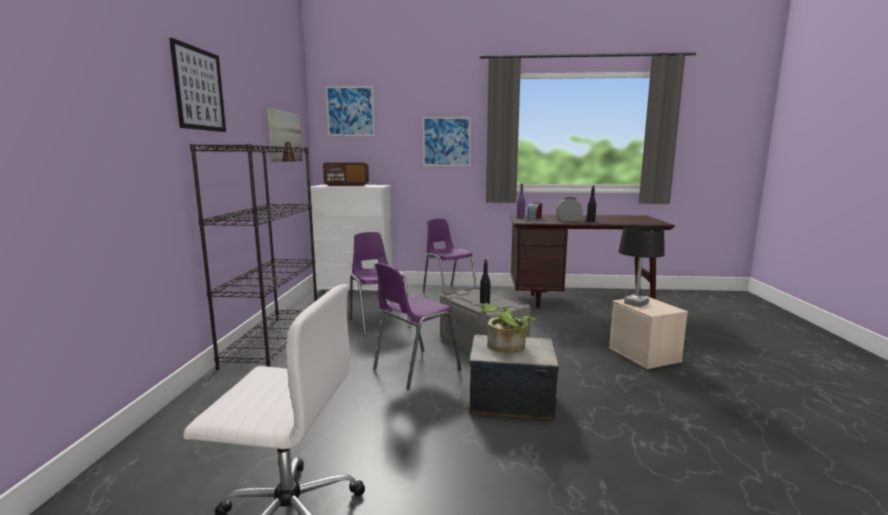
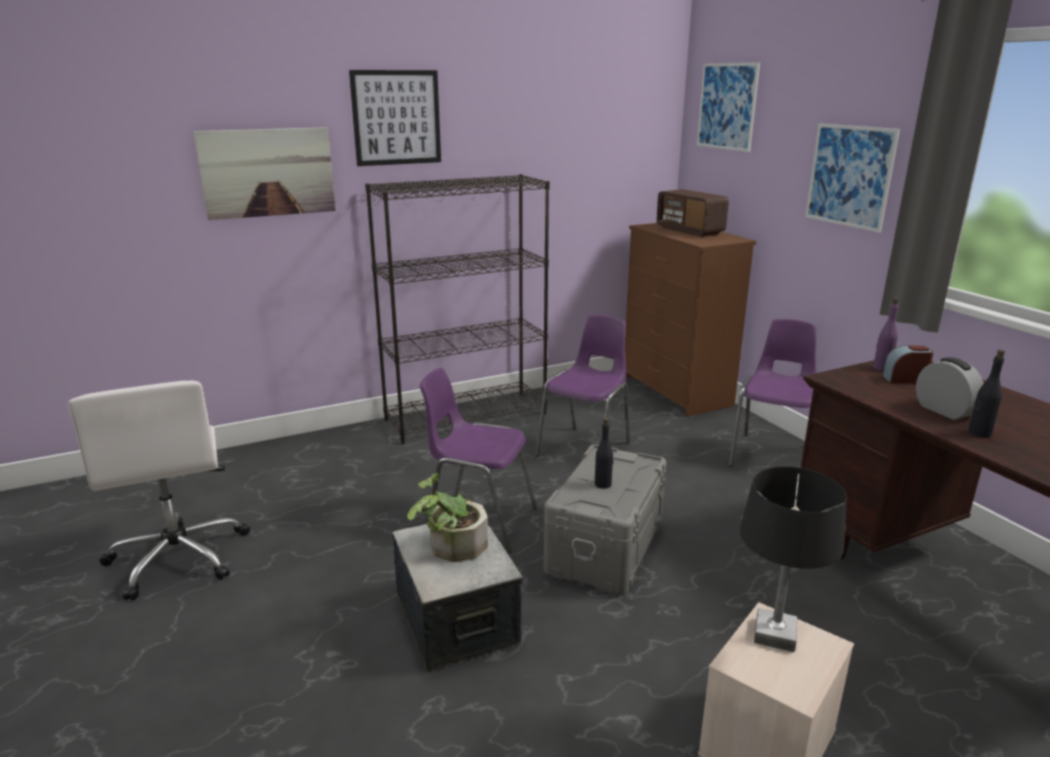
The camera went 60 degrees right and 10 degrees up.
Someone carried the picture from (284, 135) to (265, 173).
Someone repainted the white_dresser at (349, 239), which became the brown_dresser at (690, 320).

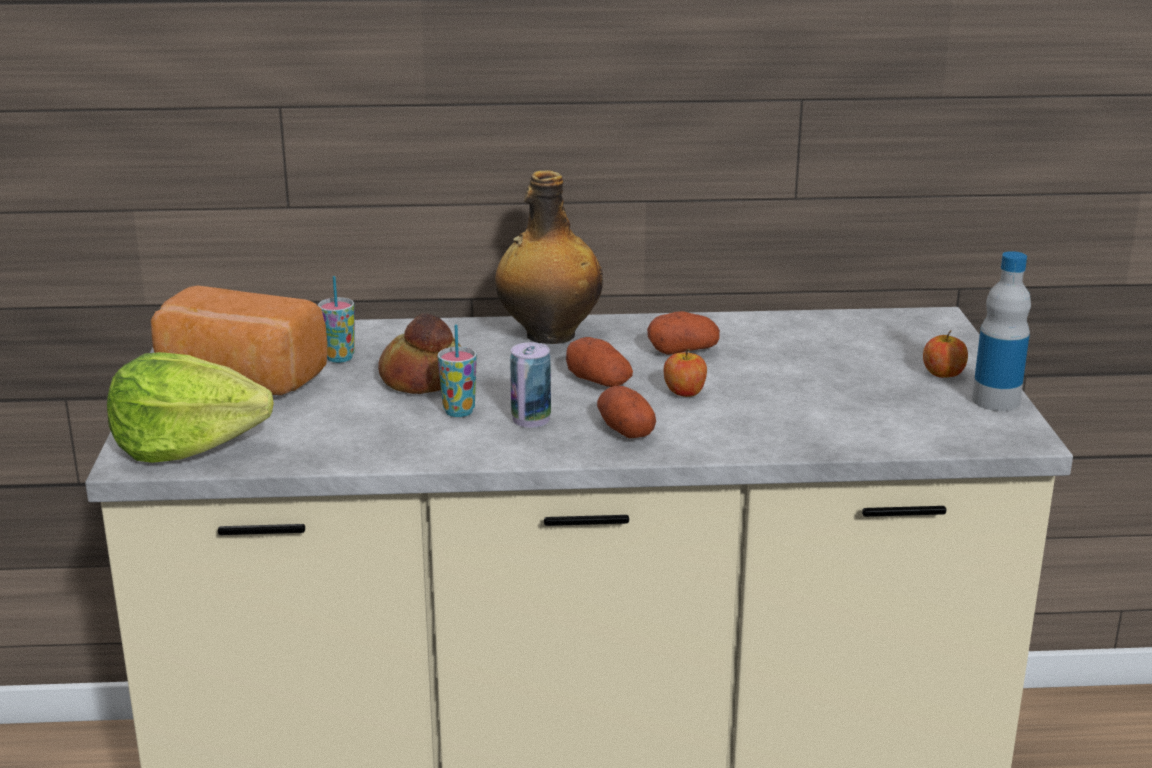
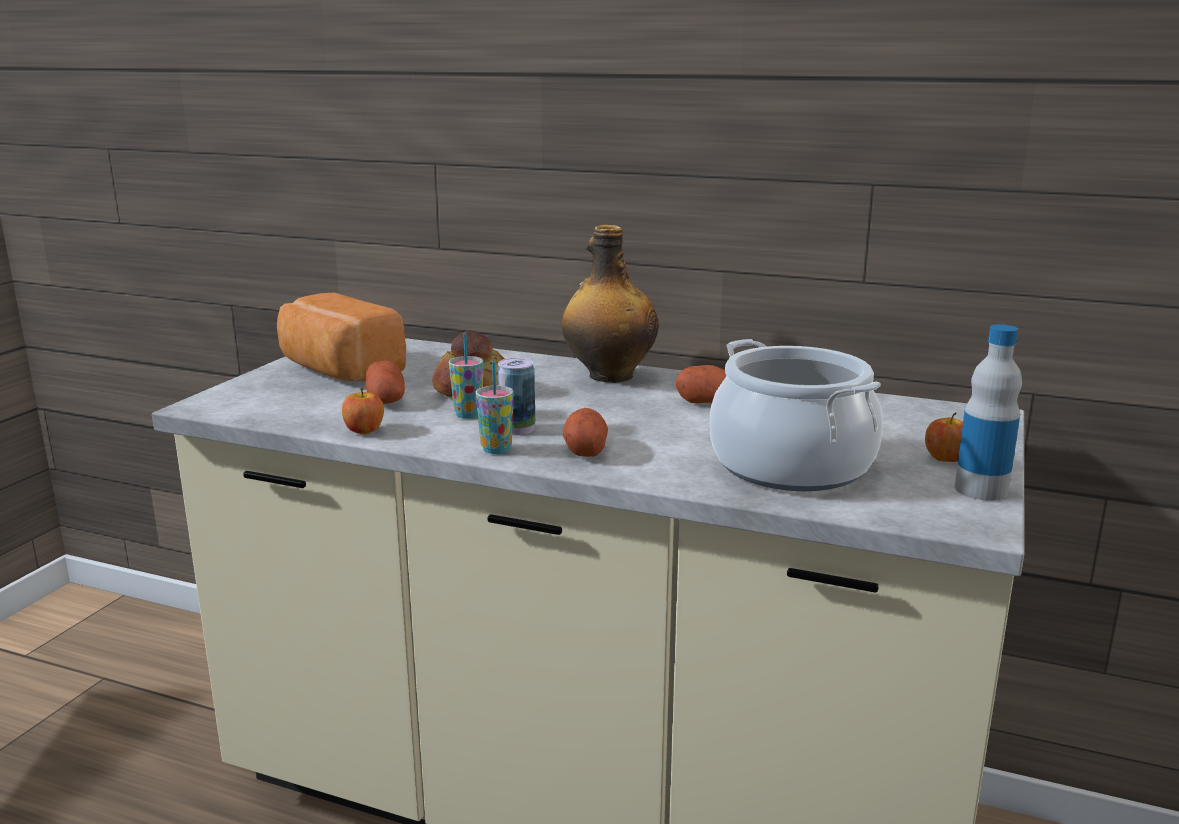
The camera went 25 degrees right and 5 degrees down.
Someone took away the lettuce at (190, 407).
Someone put down the cooking_pot at (796, 415).
Someone carried the cup from (336, 319) to (495, 408).
Someone carried the potato from (599, 362) to (385, 382).
Someone carried the apple from (685, 373) to (363, 411).

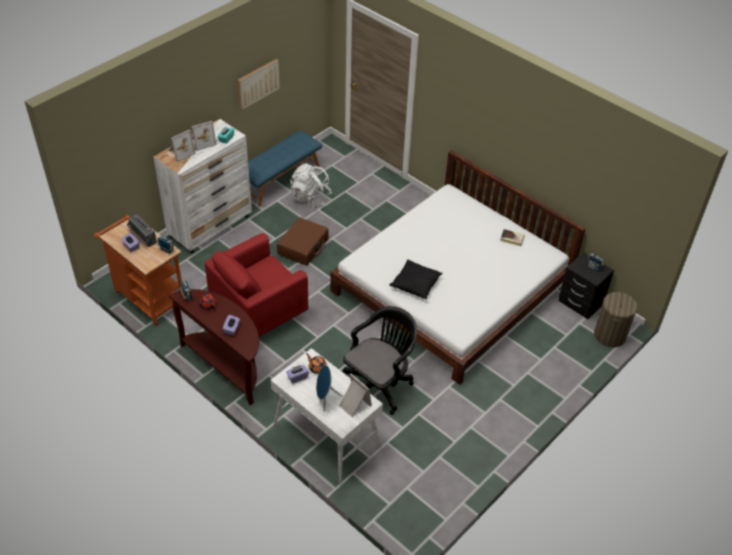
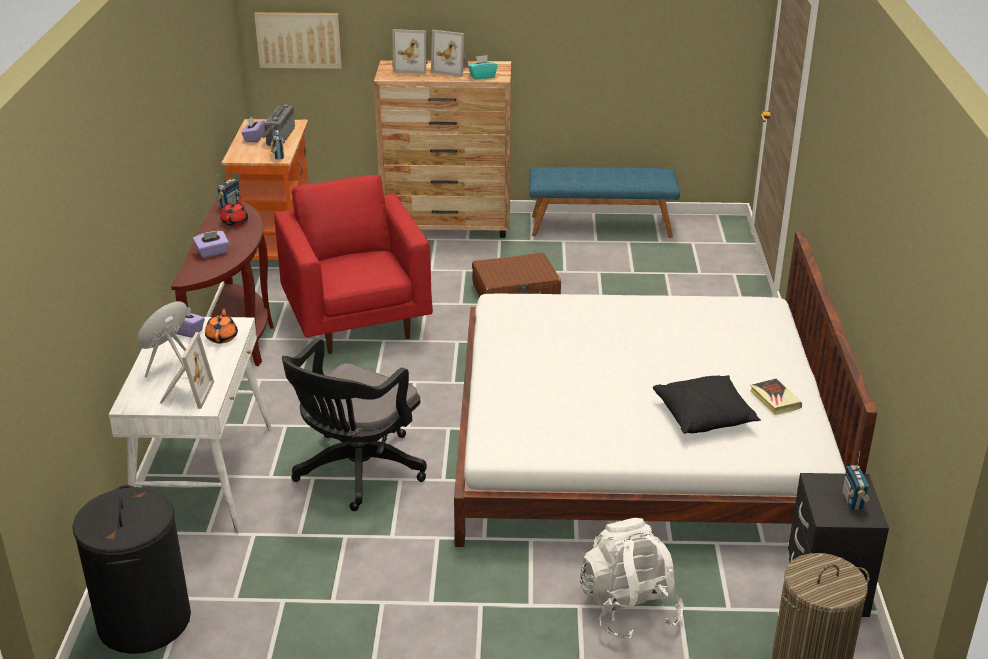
The camera went 50 degrees right and 15 degrees down.
Someone put down the black_laundry_basket at (131, 569).
Someone carried the picture from (258, 84) to (298, 40).
Someone carried the white_backpack from (311, 185) to (632, 579).
Someone carried the black_pillow from (416, 279) to (707, 404).
Someone repainted the white_dresser at (202, 186), which became the brown_dresser at (442, 149).
Someone rotated the red_armchair at (256, 285) by 60 degrees clockwise.
Someone rotated the black_office_chair at (380, 360) by 120 degrees clockwise.

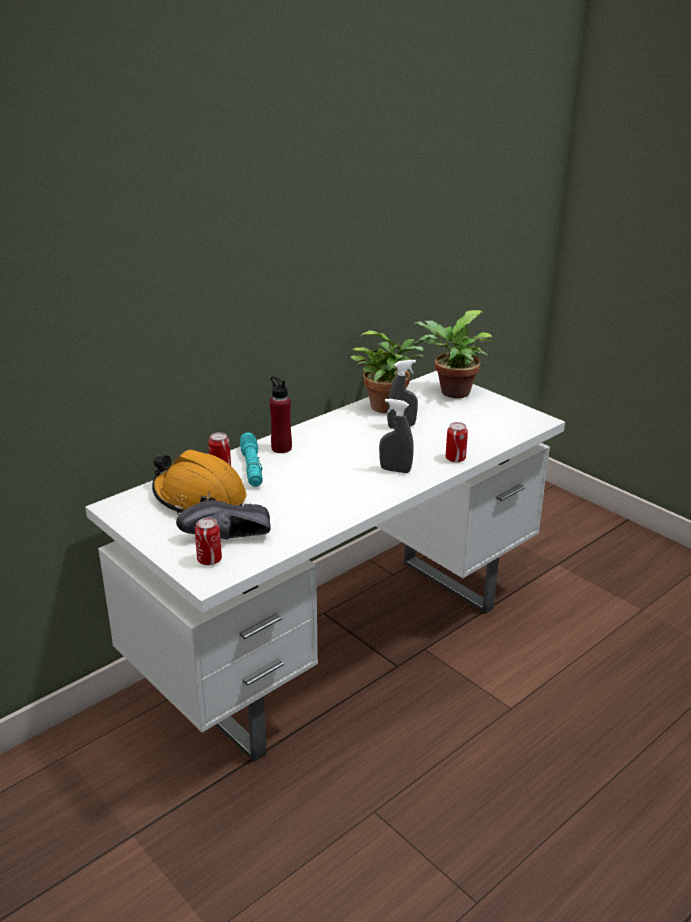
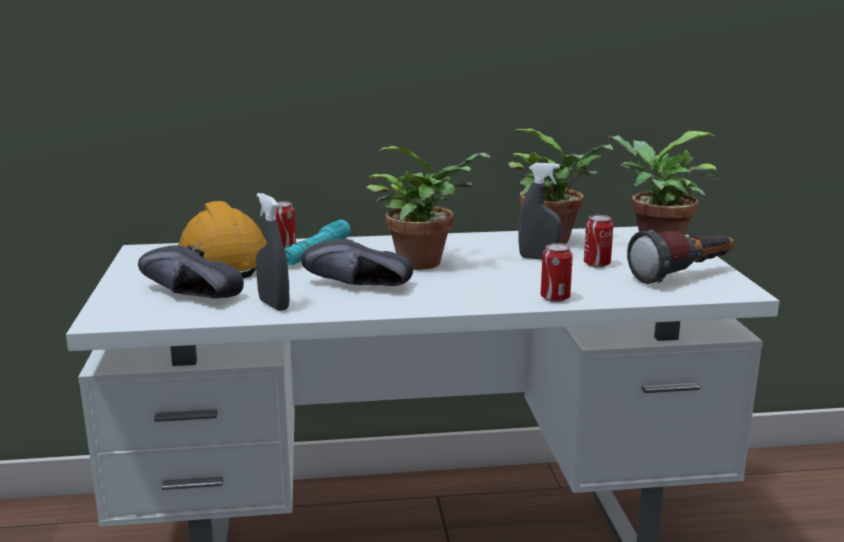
The camera went 35 degrees right and 10 degrees down.
Someone took away the red_bottle at (281, 414).
Someone put down the black_shoe at (357, 262).
Someone put down the potted_plant at (428, 208).
Someone put down the flashlight at (680, 257).
Someone carried the can from (208, 541) to (598, 241).
Someone carried the grey_spray_bottle from (396, 436) to (273, 252).

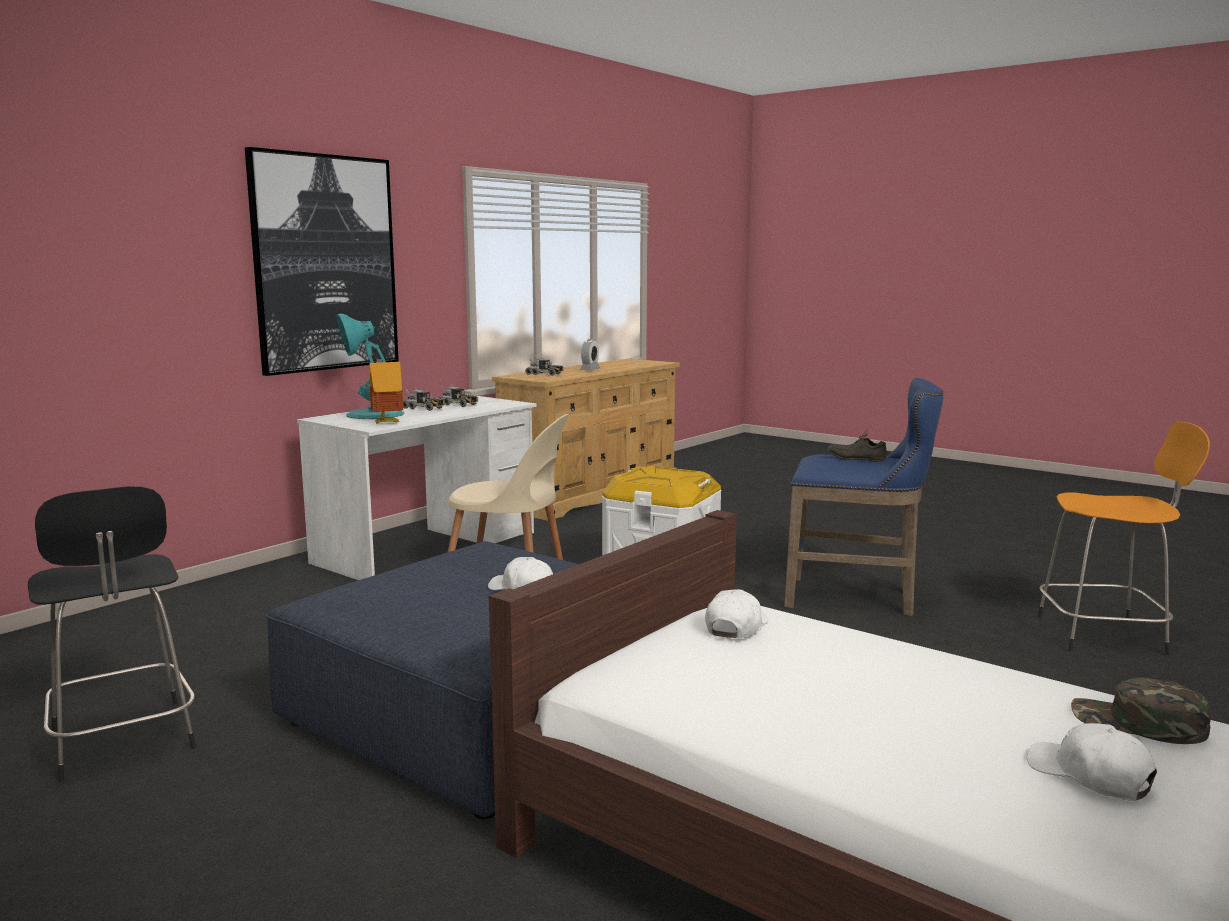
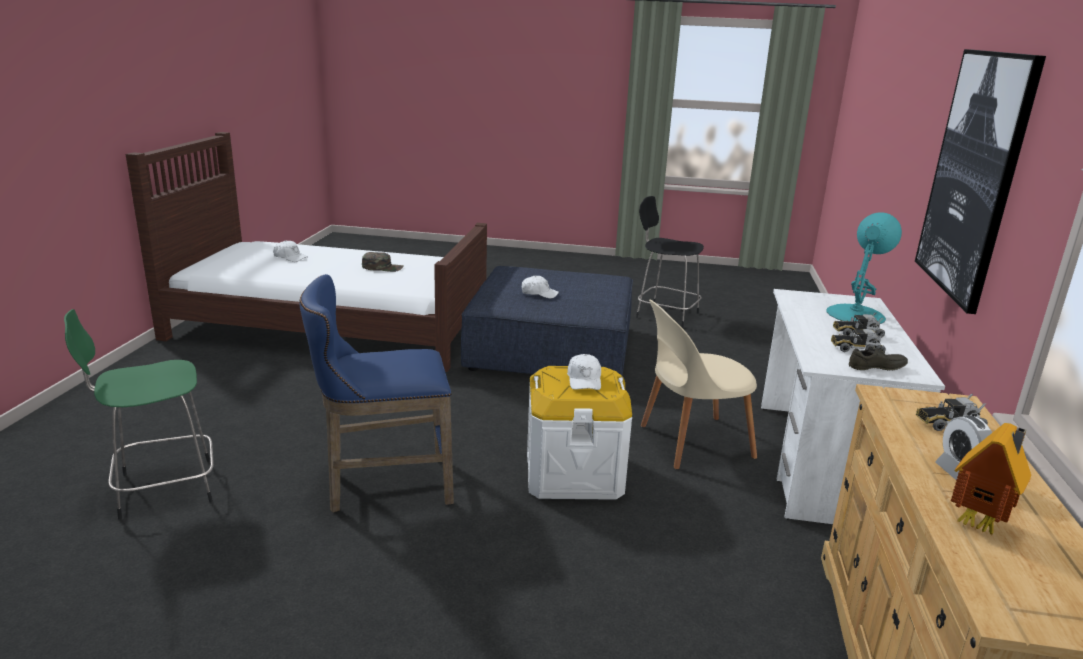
The camera went 150 degrees right and 10 degrees up.
Someone carried the toy_house from (386, 392) to (991, 479).
Someone carried the white_cap from (737, 613) to (584, 372).
Someone carried the grey_shoe from (857, 446) to (878, 359).
Someone carried the green_cap from (1141, 711) to (383, 262).
Someone repainted the orange_stool at (1123, 538), which became the green_stool at (139, 414).

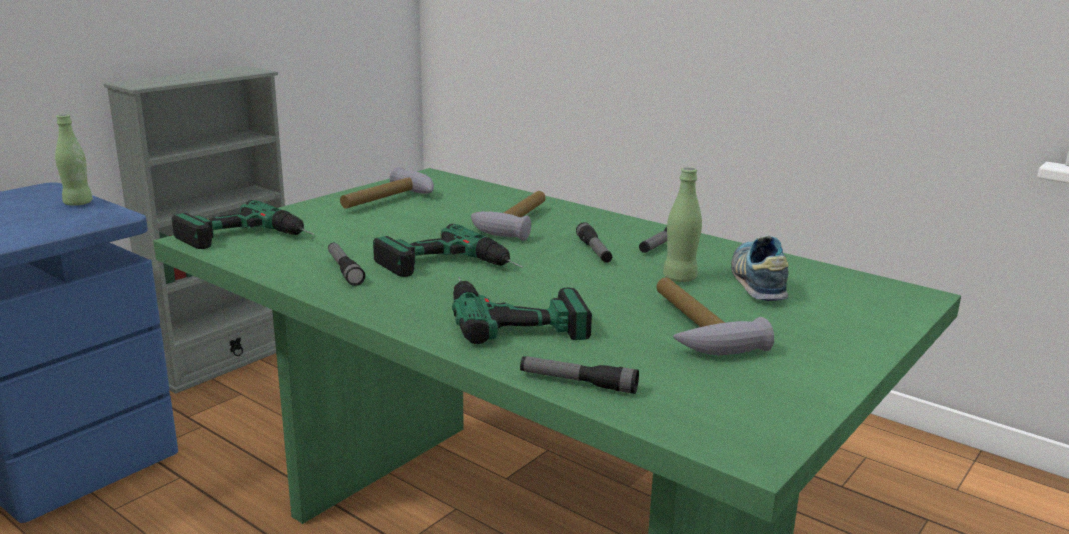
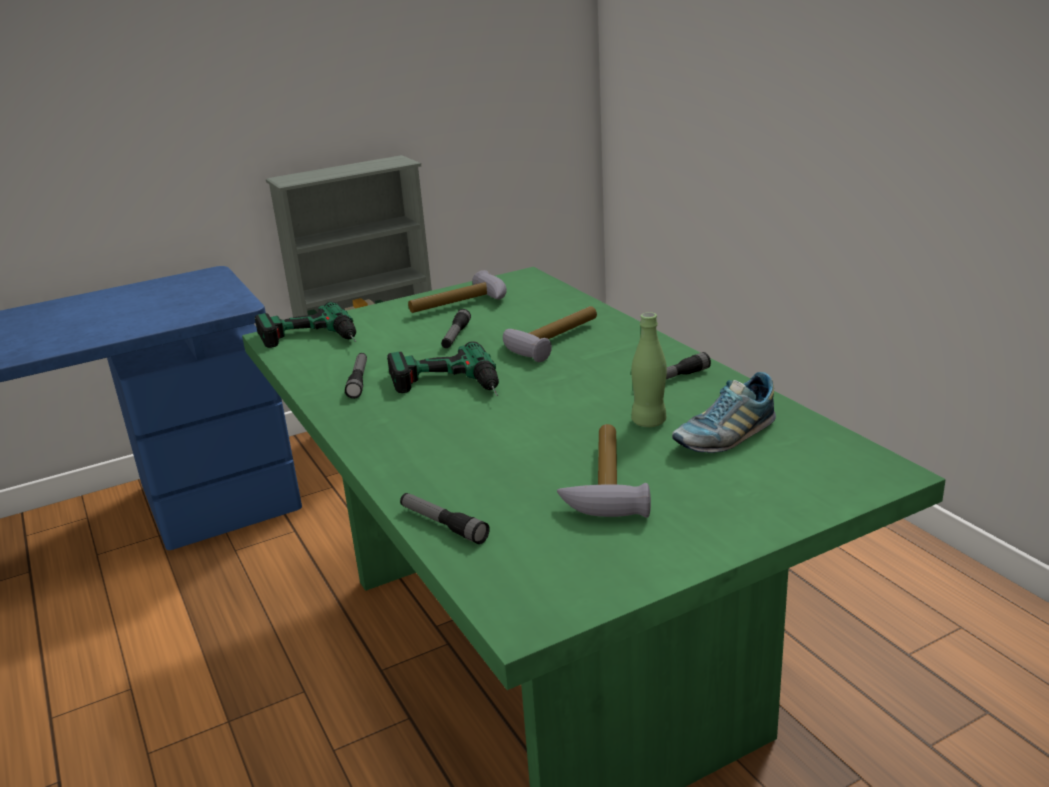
The camera went 25 degrees right and 5 degrees up.
Someone took away the green_bottle at (74, 160).
Someone took away the power_drill at (522, 310).
Someone carried the flashlight from (594, 242) to (456, 328).
Someone rotated the shoe at (760, 268) by 150 degrees counterclockwise.

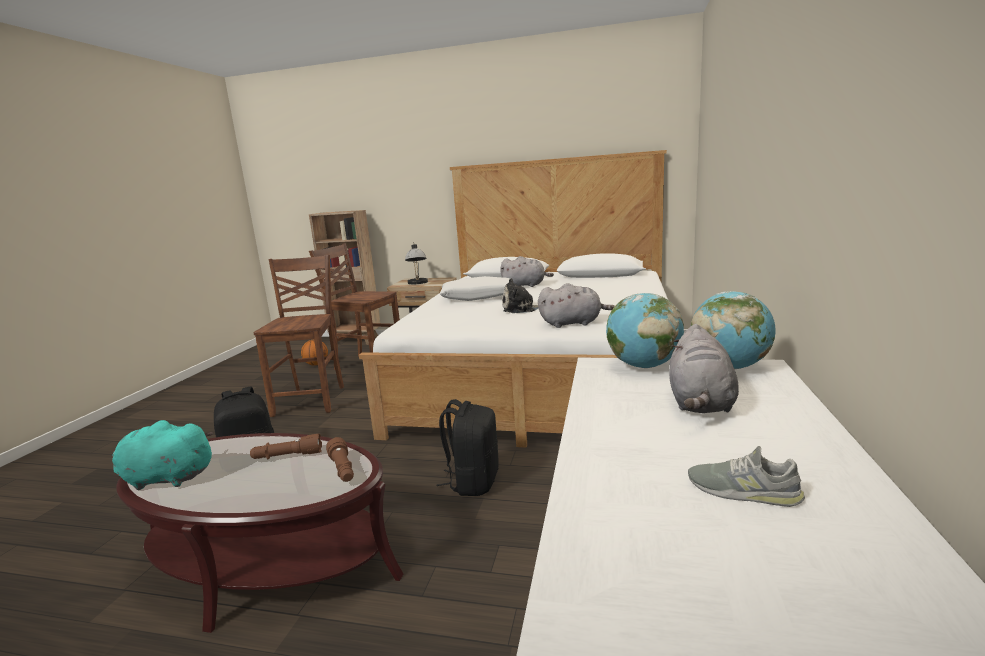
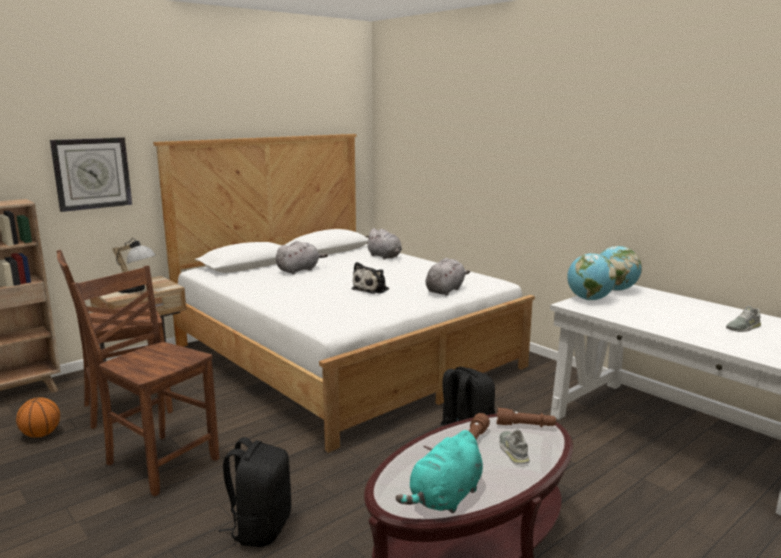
The camera went 55 degrees left and 0 degrees up.
Someone took away the white_pillow at (475, 288).
Someone put up the wall_clock at (91, 174).
Someone put down the grey_shoe at (514, 446).
Someone carried the grey_plush_toy from (704, 368) to (384, 243).

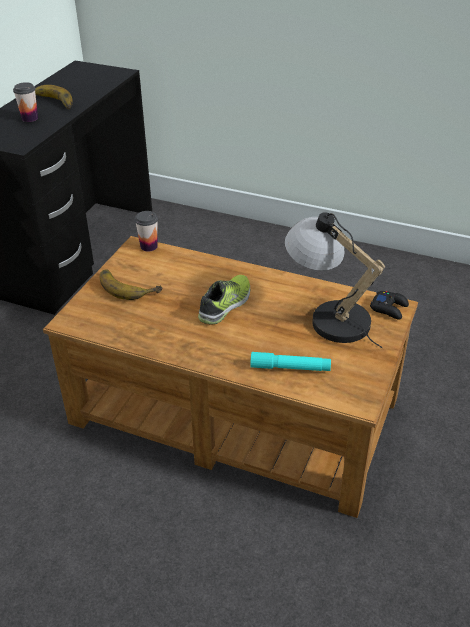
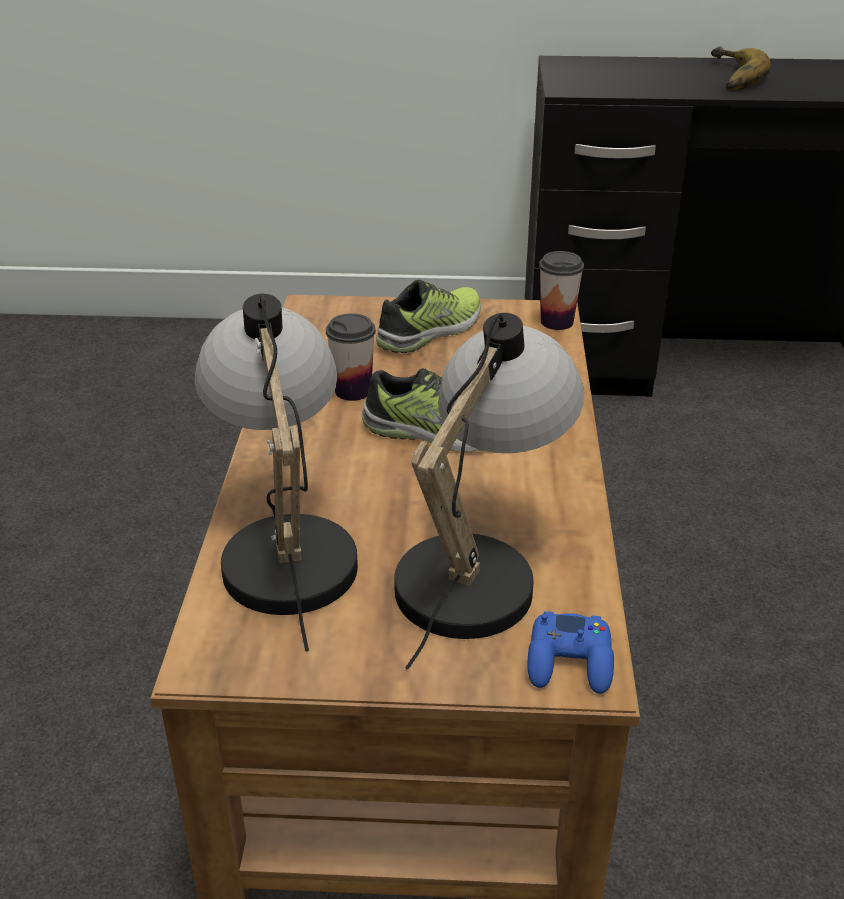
The camera went 70 degrees right and 5 degrees down.
Someone carried the cup from (25, 102) to (351, 357).
Someone swapped the banana at (131, 285) for the shoe at (428, 316).
Someone swapped the turquoise_flashlight at (290, 361) for the table_lamp at (276, 473).
Someone repainted the black_game_controller at (389, 305), which became the blue_game_controller at (570, 652).

